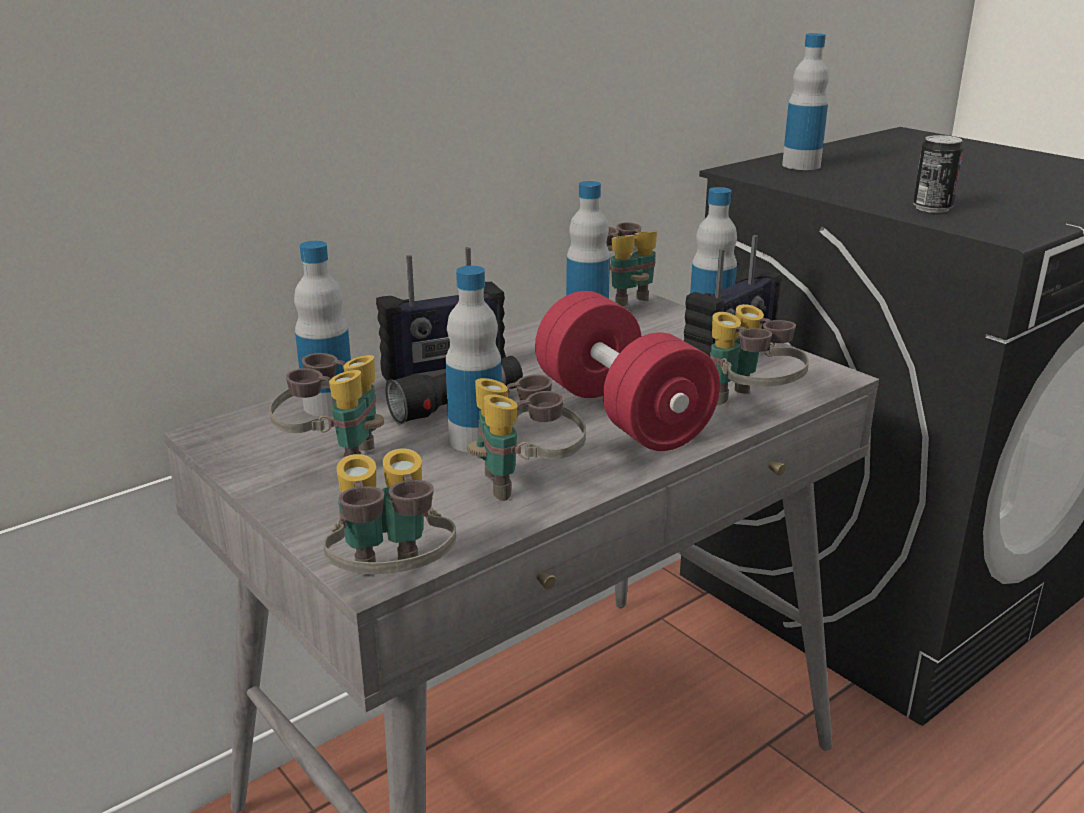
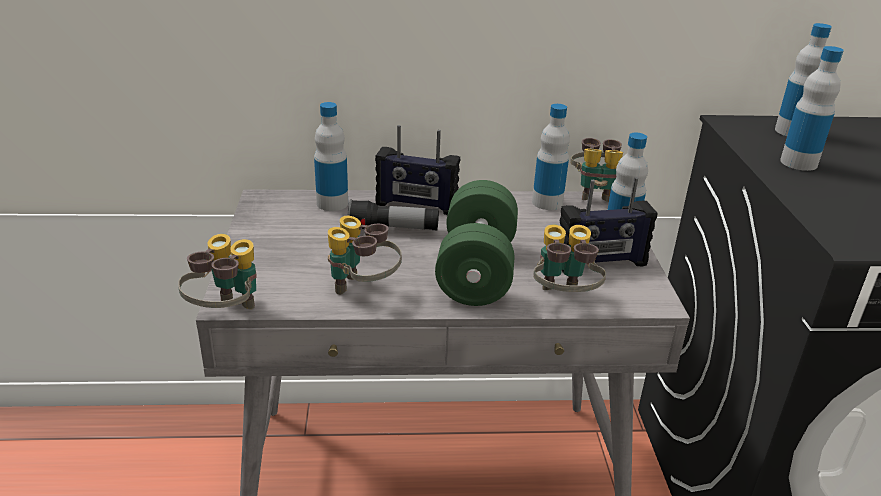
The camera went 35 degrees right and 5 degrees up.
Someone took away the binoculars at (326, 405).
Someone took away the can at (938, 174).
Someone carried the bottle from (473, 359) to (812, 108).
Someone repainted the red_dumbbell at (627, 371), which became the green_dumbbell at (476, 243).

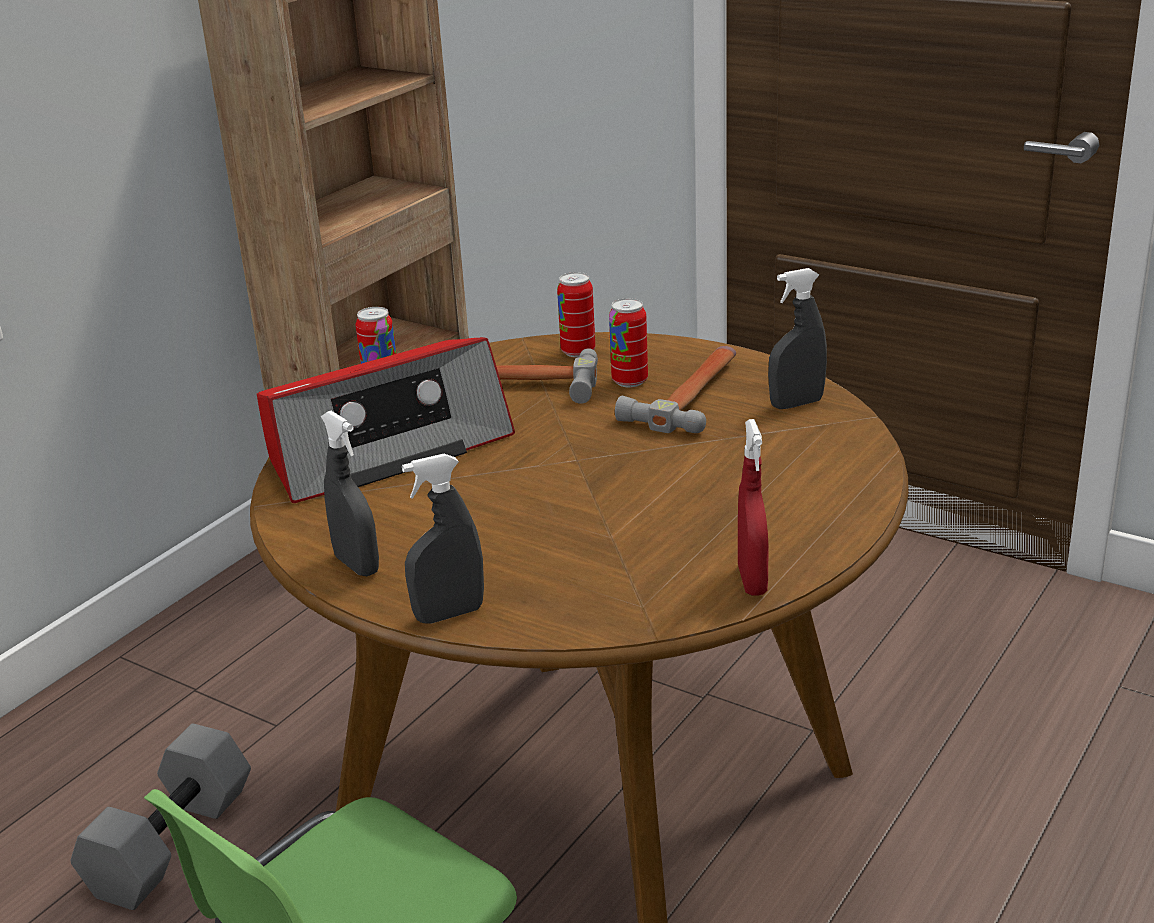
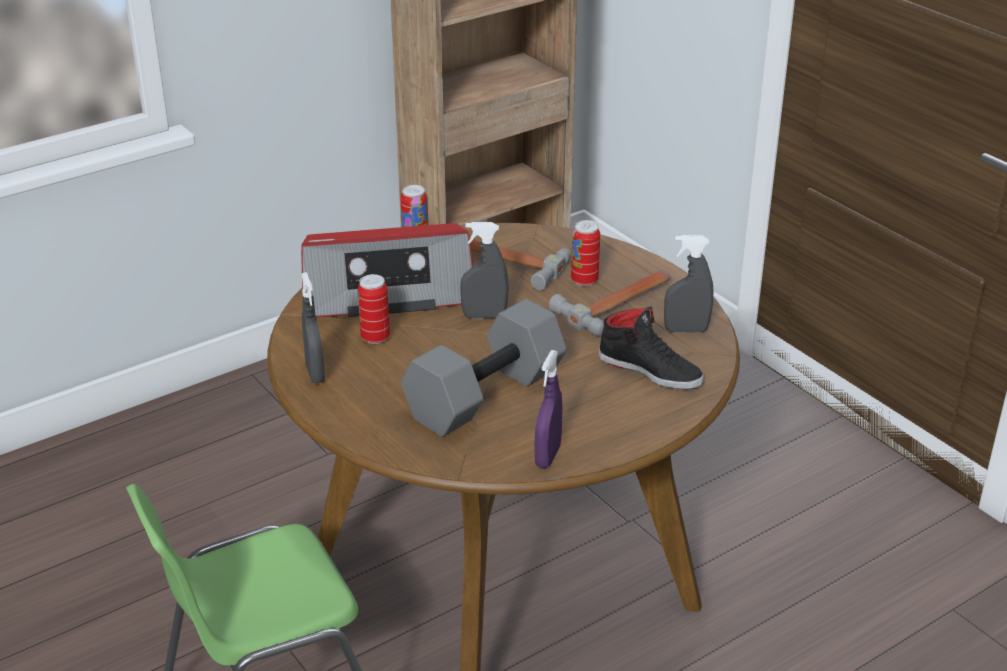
The camera went 20 degrees right and 5 degrees up.
Someone put down the black_shoe at (651, 347).
Someone carried the grey_dumbbell from (160, 816) to (484, 368).
Someone carried the grey_spray_bottle from (443, 538) to (484, 270).
Someone carried the can from (576, 315) to (374, 309).
Someone repainted the red_spray_bottle at (753, 507), which became the purple_spray_bottle at (548, 409).

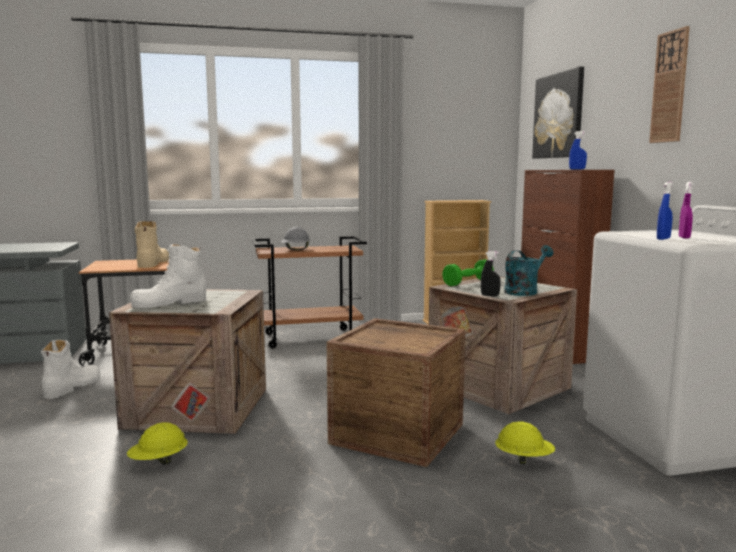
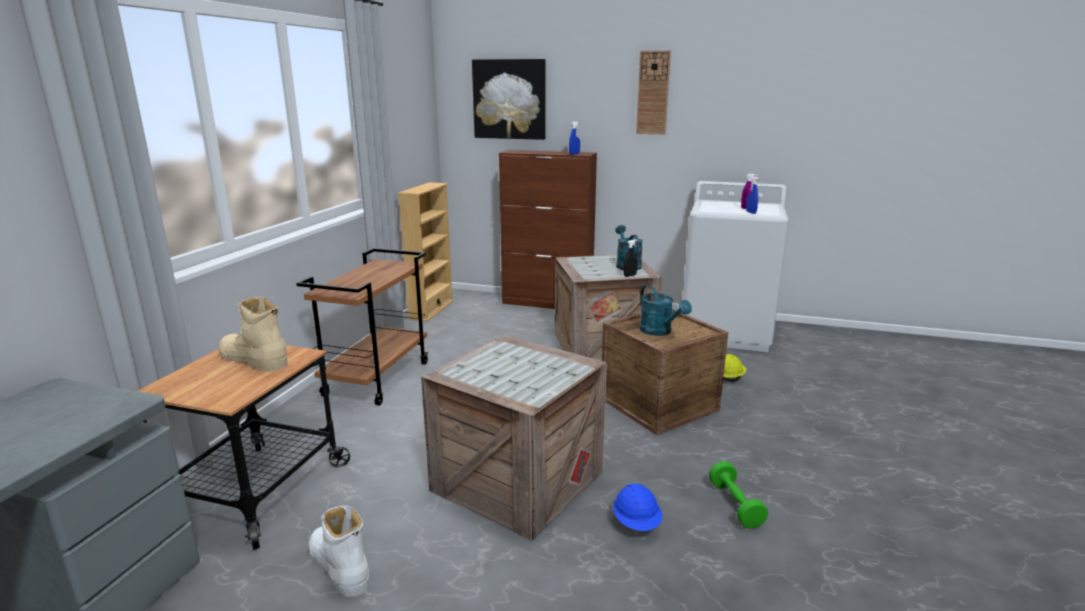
The camera went 60 degrees left and 10 degrees up.
Someone took away the white_boot at (168, 275).
Someone took away the grey_hard_hat at (295, 238).
Someone put down the turquoise_watering_can at (666, 310).
Someone carried the green_dumbbell from (468, 272) to (738, 495).
Someone repainted the yellow_hard_hat at (157, 443), which became the blue_hard_hat at (637, 507).

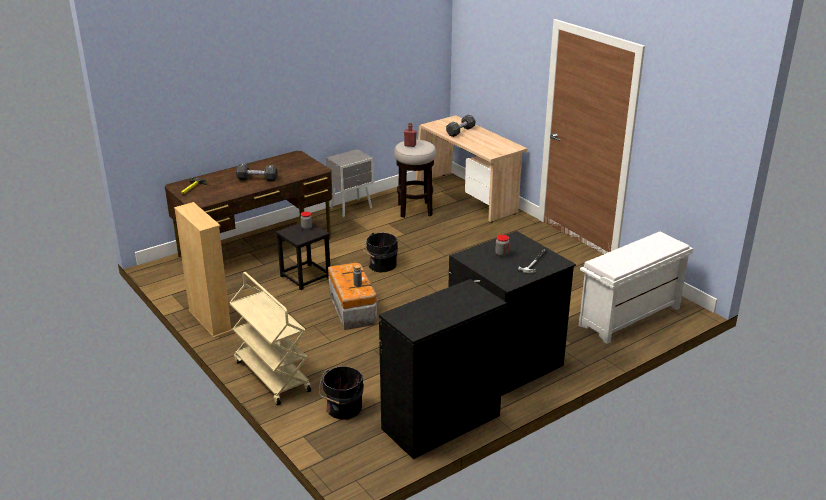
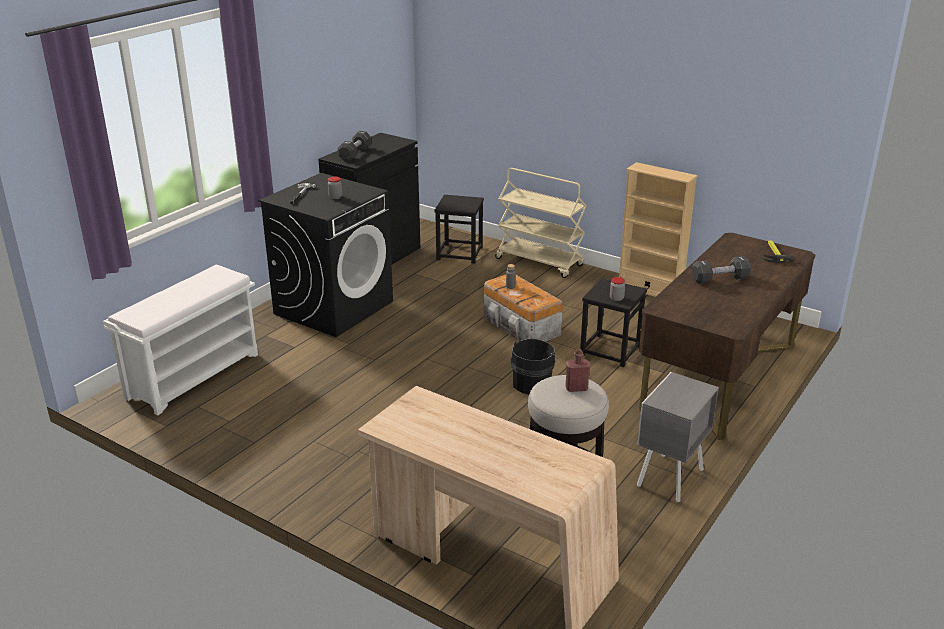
The camera went 160 degrees right and 0 degrees up.
Someone carried the black_dumbbell from (460, 126) to (354, 146).
Someone swapped the black_bucket at (341, 393) for the black_stool at (459, 229).

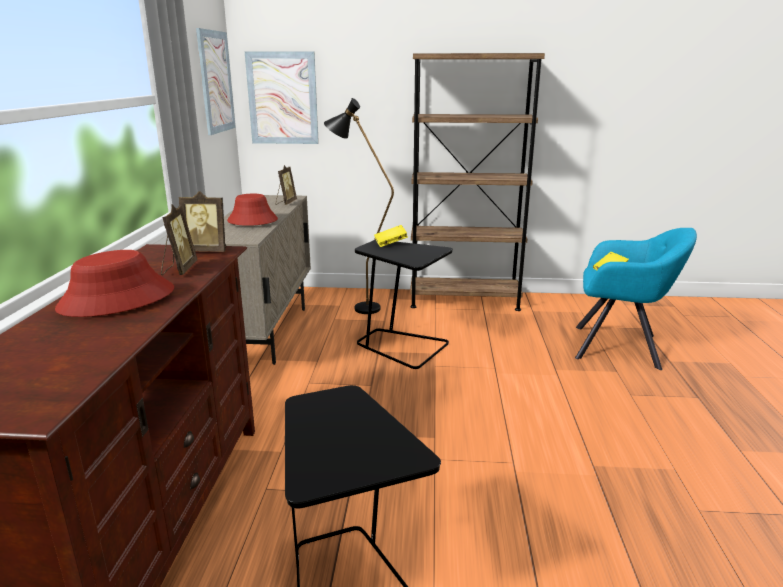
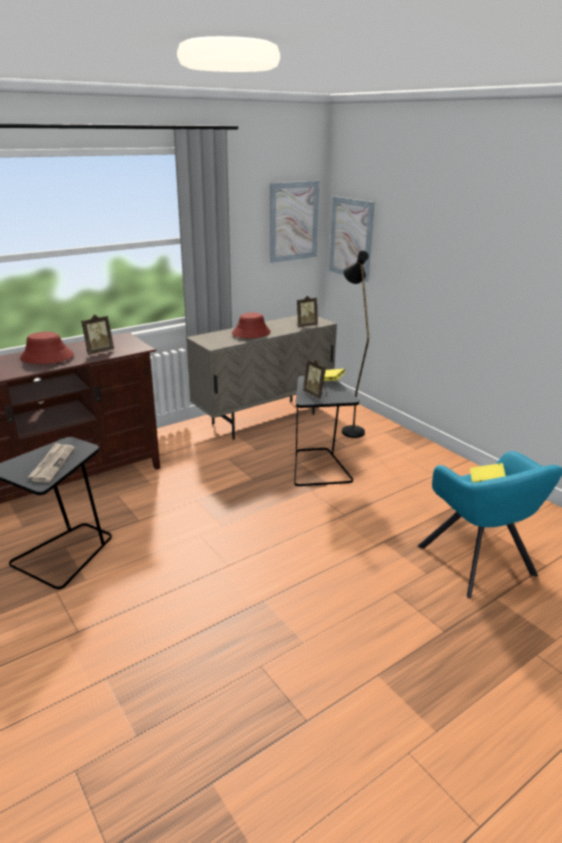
The camera went 50 degrees right and 5 degrees up.
Someone took away the brown_bookcase at (477, 182).
Someone put down the newspaper at (51, 462).
Someone carried the picture_frame from (202, 221) to (315, 379).

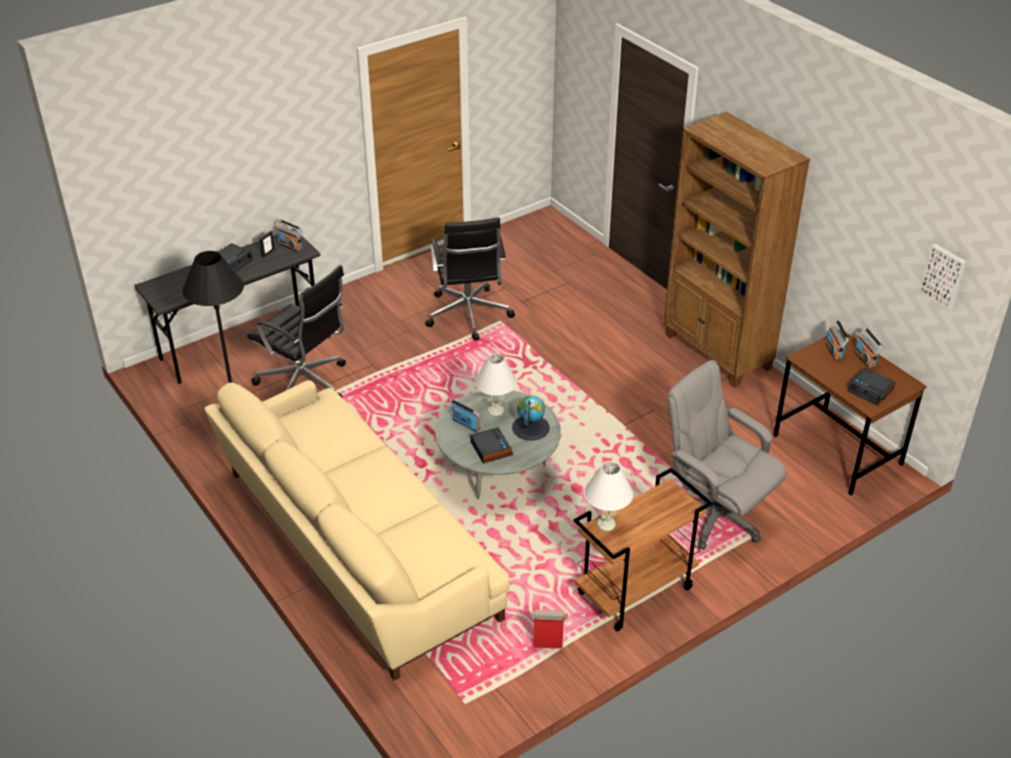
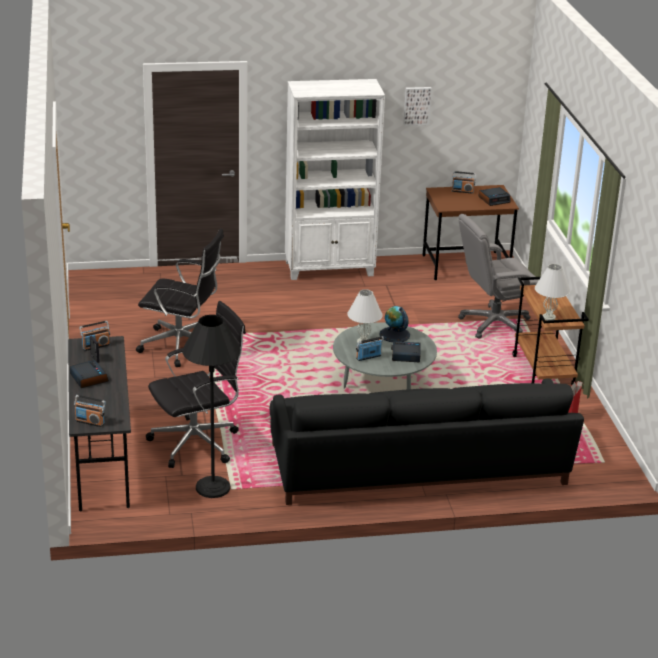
The camera went 65 degrees left and 10 degrees down.
Someone carried the radio from (837, 340) to (90, 411).
Someone carried the picture from (943, 277) to (417, 106).
Someone repainted the beige_sofa at (357, 530), which became the black_sofa at (427, 441).
Someone repainted the brown_bookcase at (737, 249), which became the white_bookcase at (335, 179).

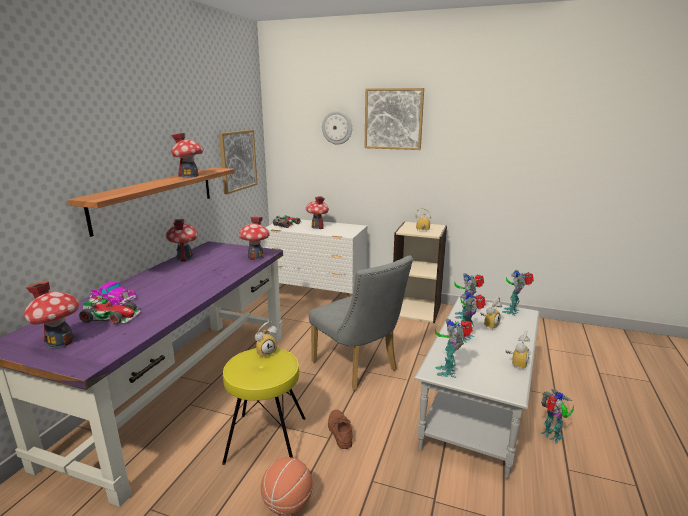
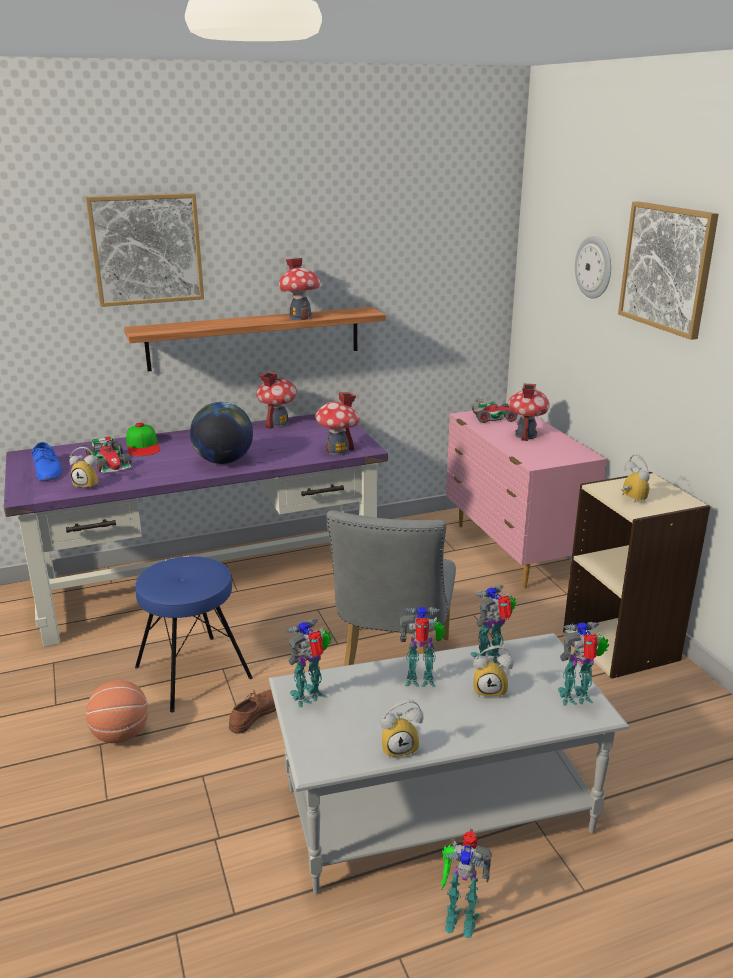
The camera went 50 degrees right and 5 degrees up.
Someone put down the globe at (221, 433).
Someone carried the picture from (238, 162) to (145, 250).
Someone carried the alarm_clock from (266, 339) to (84, 468).
Someone swapped the toy_house at (51, 315) for the blue_shoe at (47, 461).
Someone swapped the toy_car at (113, 293) for the cap at (143, 439).
Someone repainted the yellow_stool at (264, 406), which became the blue_stool at (194, 634).
Someone repainted the white_dresser at (315, 258), which became the pink_dresser at (526, 499).
Someone rotated the toy_robot at (557, 416) by 90 degrees clockwise.

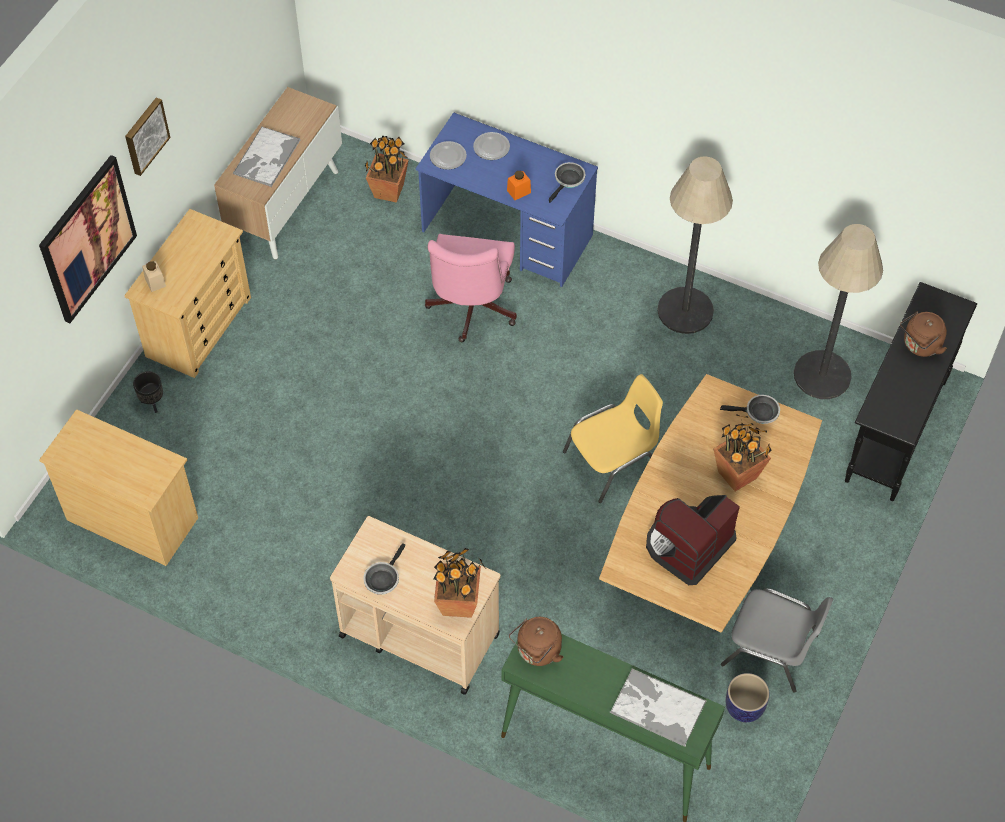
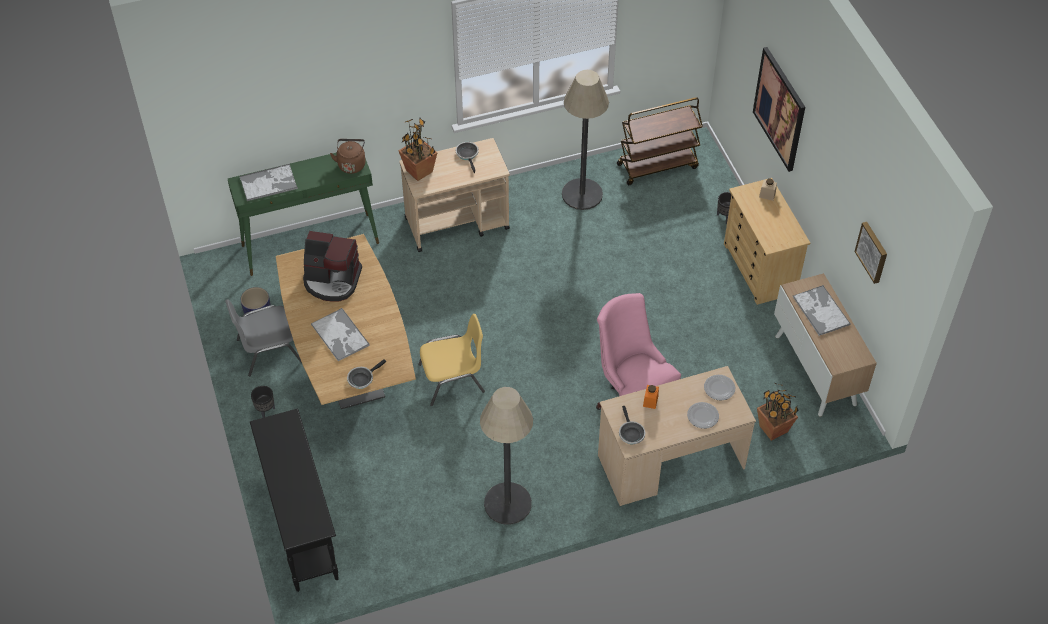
The camera went 135 degrees right and 5 degrees down.
Someone took away the brown_kettle at (923, 334).
Someone put down the black_planter at (263, 402).
Someone carried the picture from (147, 137) to (870, 253).
Someone carried the floor_lamp from (838, 311) to (585, 140).
Someone swapped the beige_dresser at (118, 487) for the brown_cart at (660, 141).
Someone swapped the potted_plant at (742, 452) for the tray at (340, 335).
Someone repainted the blue_desk at (507, 199), which became the beige_desk at (677, 436).
Someone rotated the yellow_chair at (613, 438) by 120 degrees counterclockwise.
Someone rotated the coffee_machine at (693, 540) by 105 degrees clockwise.

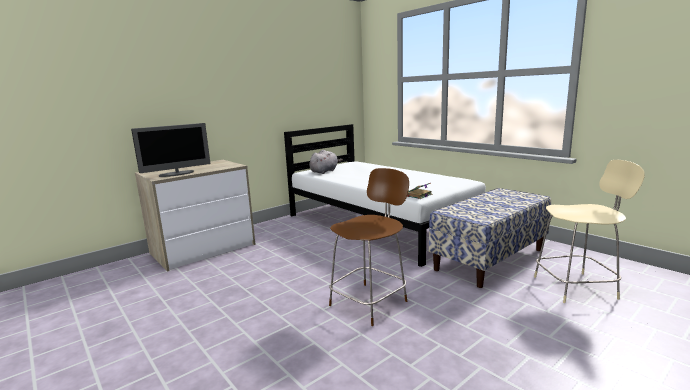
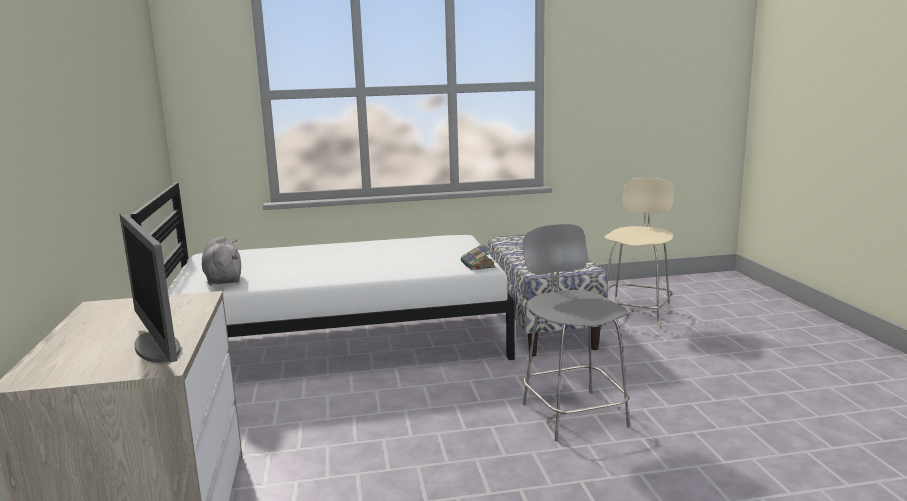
The camera went 60 degrees left and 0 degrees up.
Someone repainted the brown_chair at (369, 247), which became the grey_chair at (576, 333).
Someone rotated the monitor at (170, 150) by 150 degrees clockwise.

